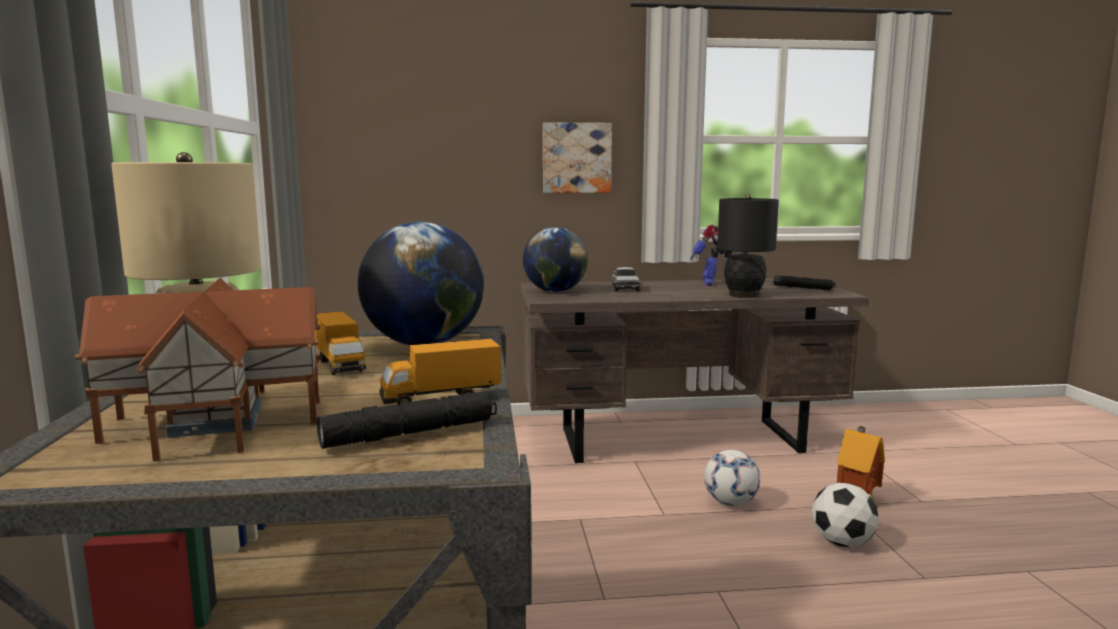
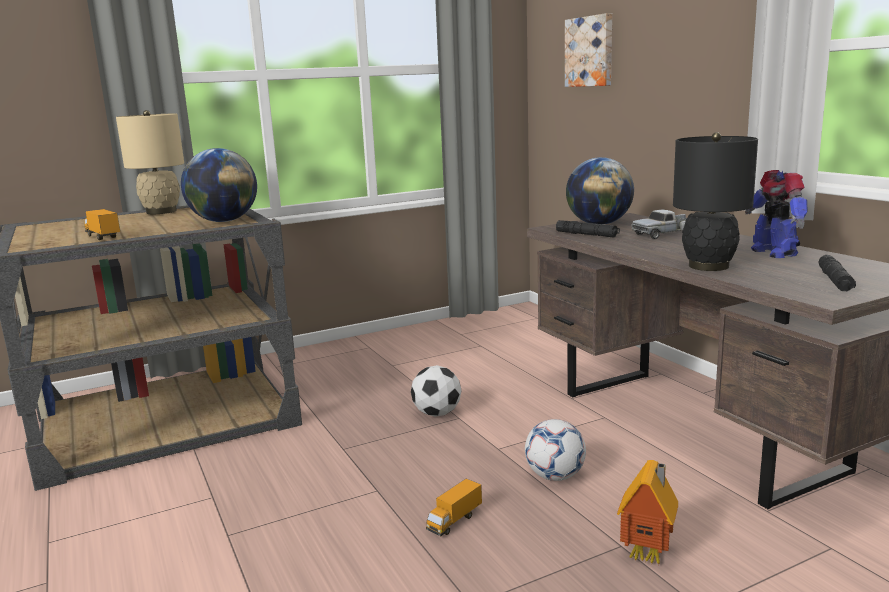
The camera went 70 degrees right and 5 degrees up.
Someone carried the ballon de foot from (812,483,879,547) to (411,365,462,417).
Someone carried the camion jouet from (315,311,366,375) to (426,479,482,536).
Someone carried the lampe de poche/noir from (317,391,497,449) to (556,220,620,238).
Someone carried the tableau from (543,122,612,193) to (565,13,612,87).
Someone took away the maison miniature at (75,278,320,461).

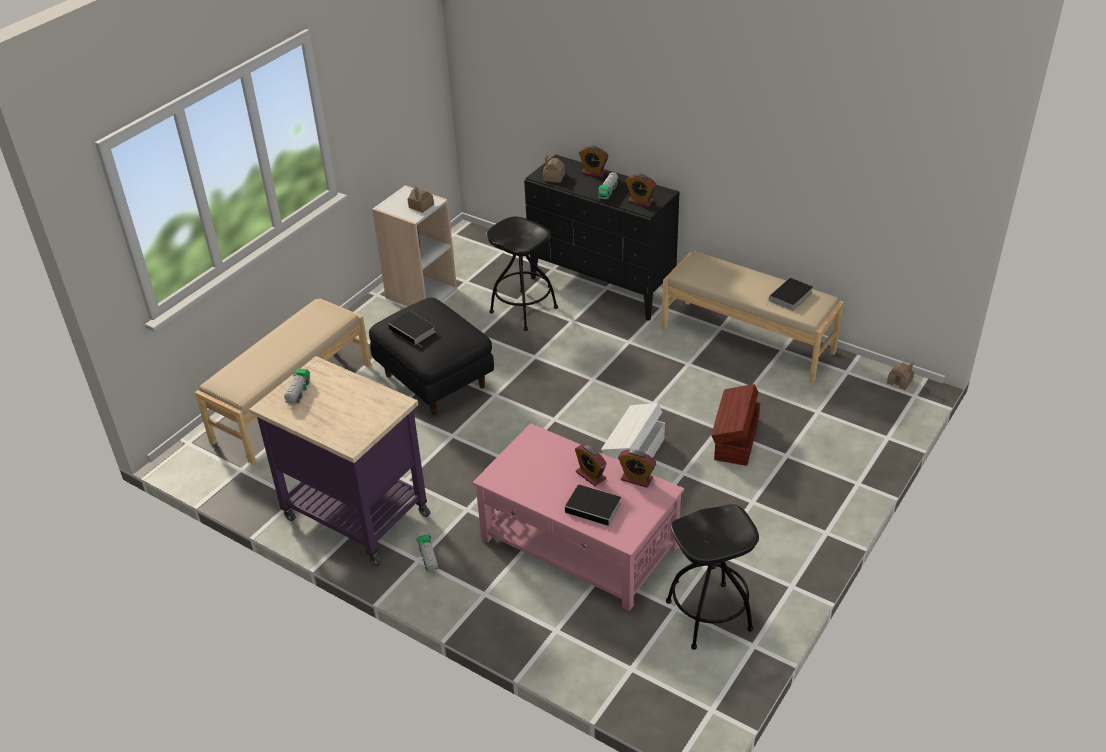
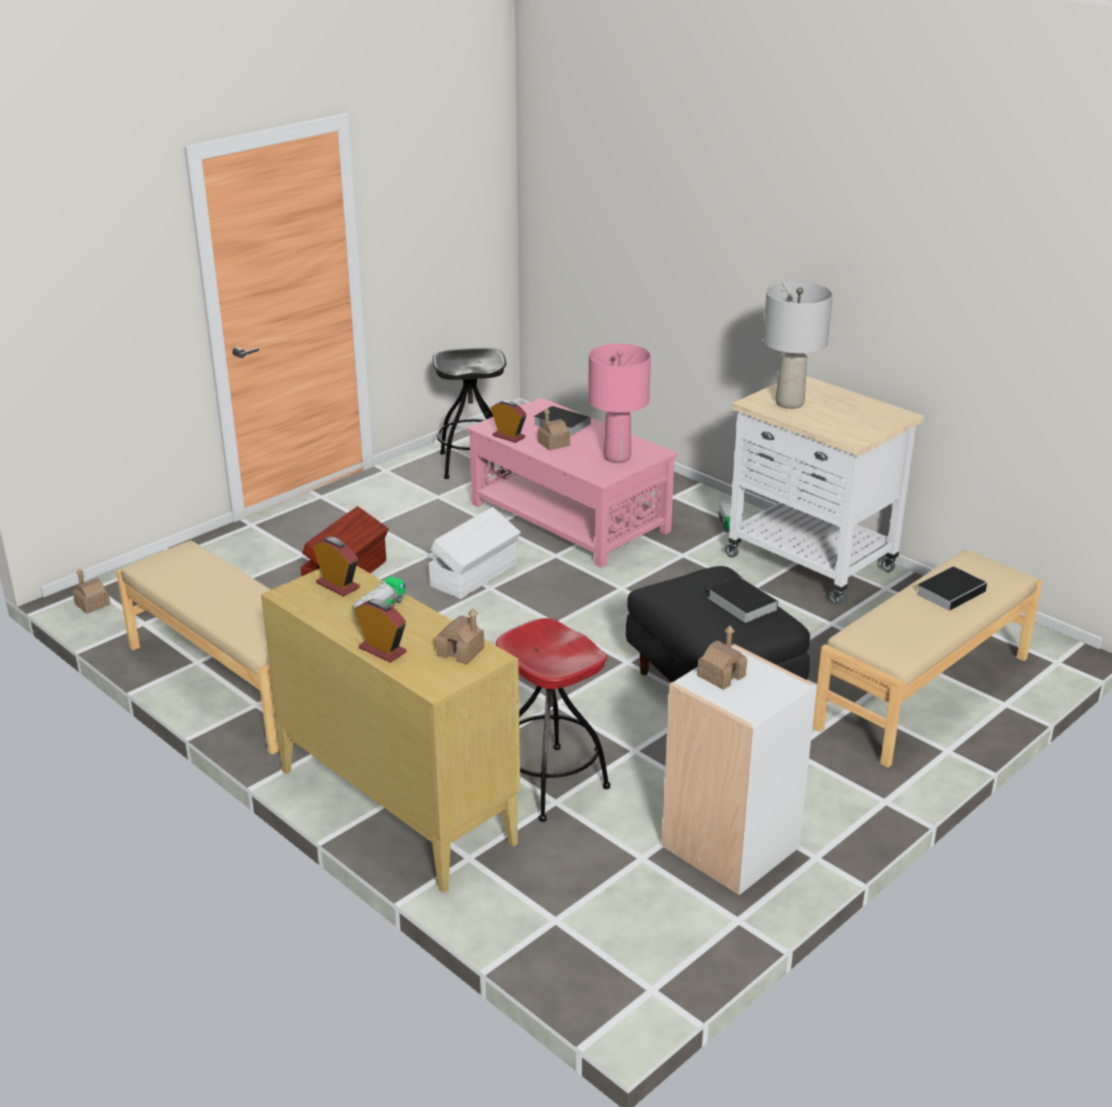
The camera went 170 degrees left and 10 degrees down.
Someone repainted the commode/noir at (524,154,679,321), which became the commode/beige at (261,566,520,893).
Someone repainted the tabouret/noir at (486,216,558,331), which became the tabouret/rouge at (496,618,610,822).
Someone swapped the réveil at (575,444,607,486) for the maison miniature at (538,409,570,451).
Someone put down the lampe de table/rose at (588,344,651,463).
Someone repainted the chariot/violet at (249,356,430,566), which became the chariot/blanc at (725,376,924,605).
Someone put down the lampe de table/gris at (763,282,833,409).
Someone carried the livre from (767,277,813,311) to (916,567,987,611).
Someone took away the camion jouet at (284,369,310,404).

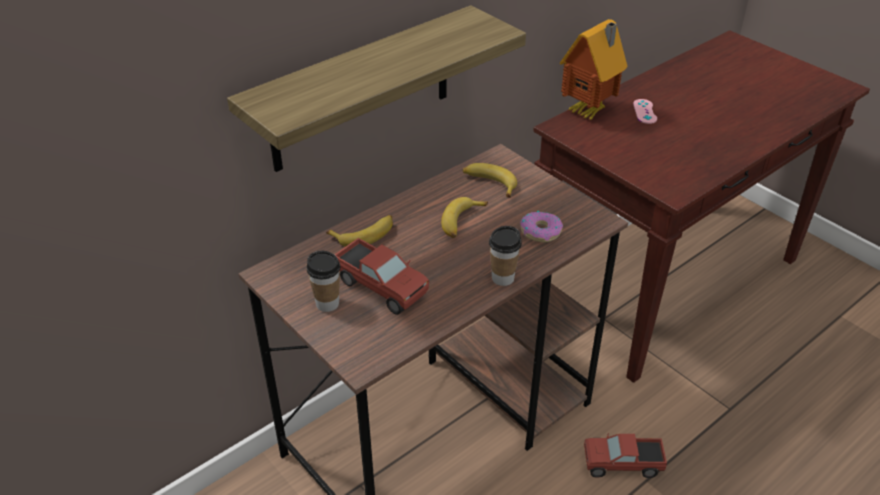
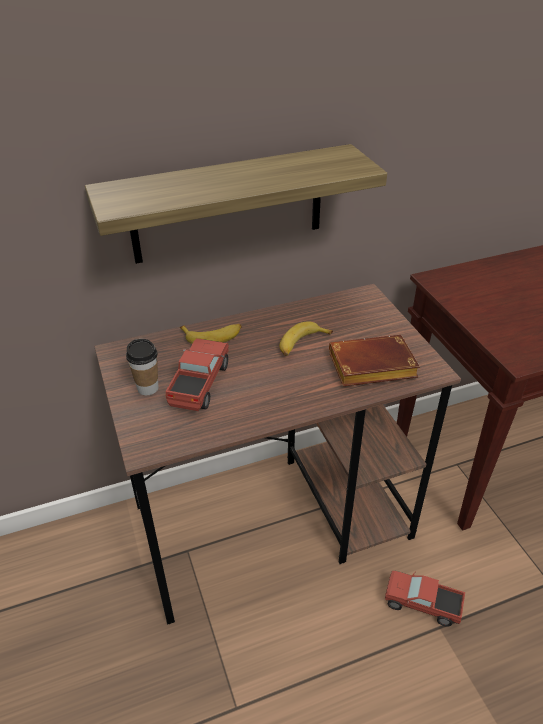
The camera went 20 degrees right and 0 degrees up.
Someone rotated the camion jouet at (335,238,429,315) by 135 degrees counterclockwise.
Someone swapped the beignet at (520,211,563,243) for the livre/marron at (329,335,420,386).
Someone took away the banane at (462,163,517,198).
Someone took away the tasse at (489,226,522,286).
Someone took away the maison miniature at (559,19,628,121).
Someone took away the manette/rose at (633,99,657,124).

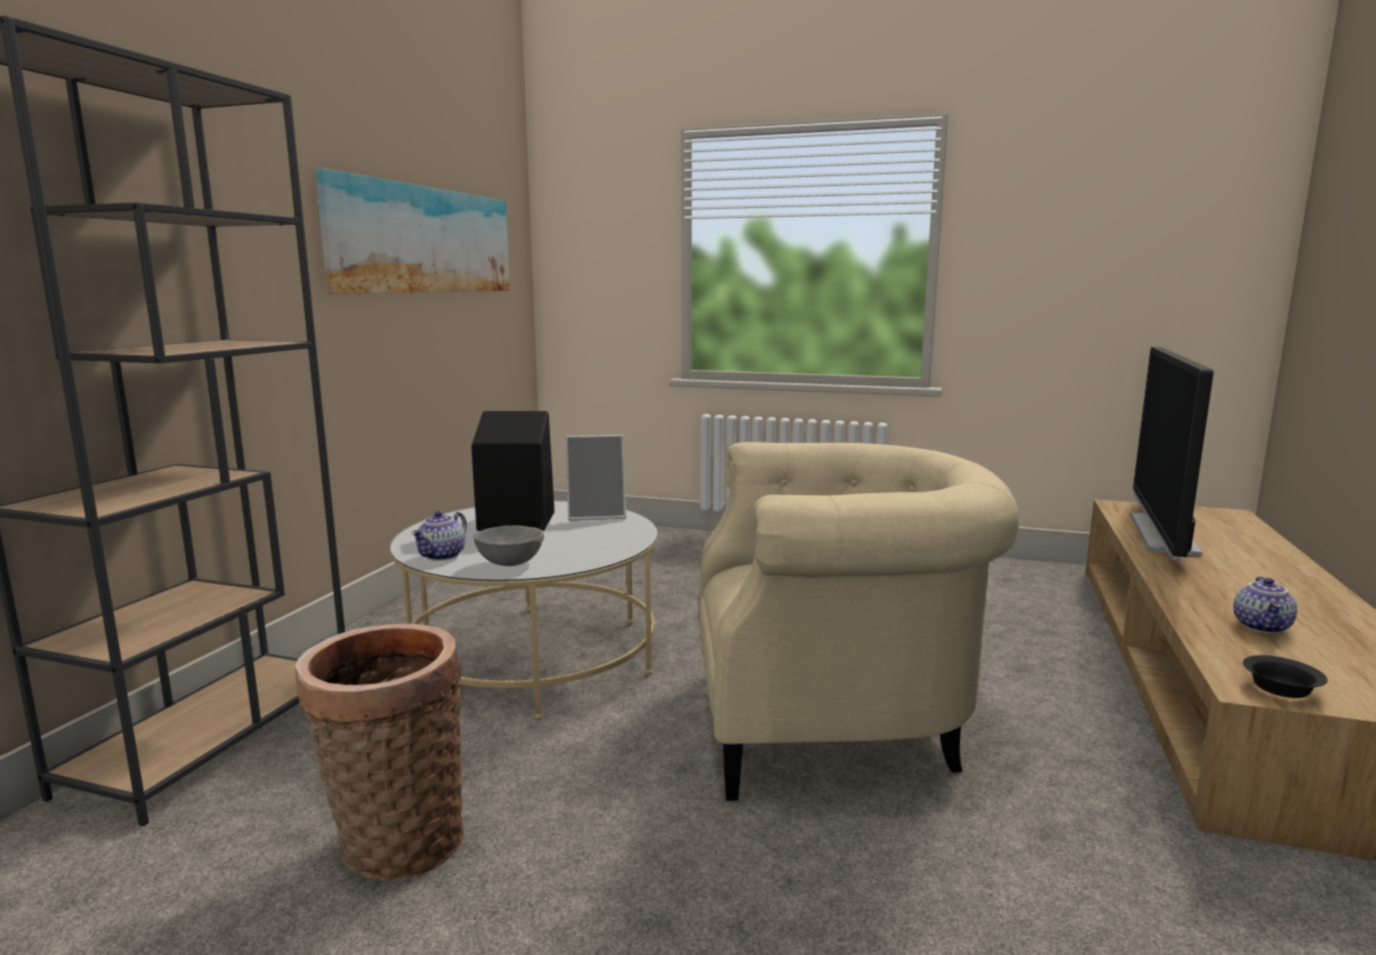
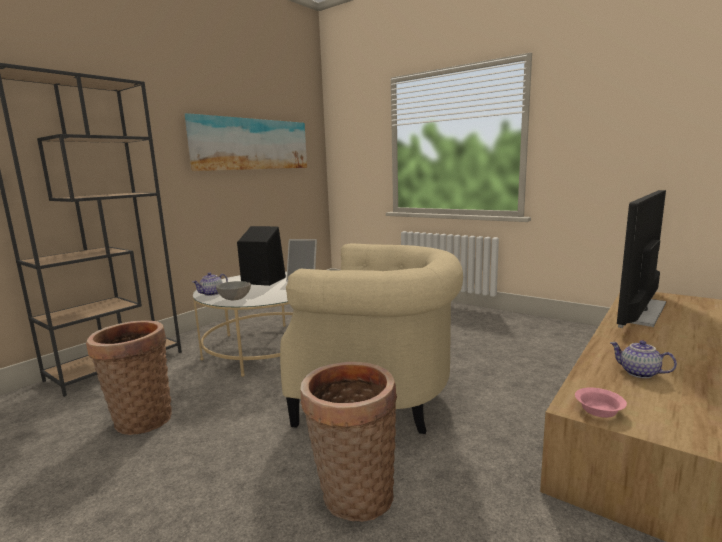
The camera went 20 degrees right and 0 degrees up.
Someone put down the panier at (300,362,397,522).
Someone repainted the bol/noir at (1243,655,1328,698), which became the bol/rose at (575,387,627,418).
Someone rotated the théière at (1233,576,1297,634) by 90 degrees clockwise.

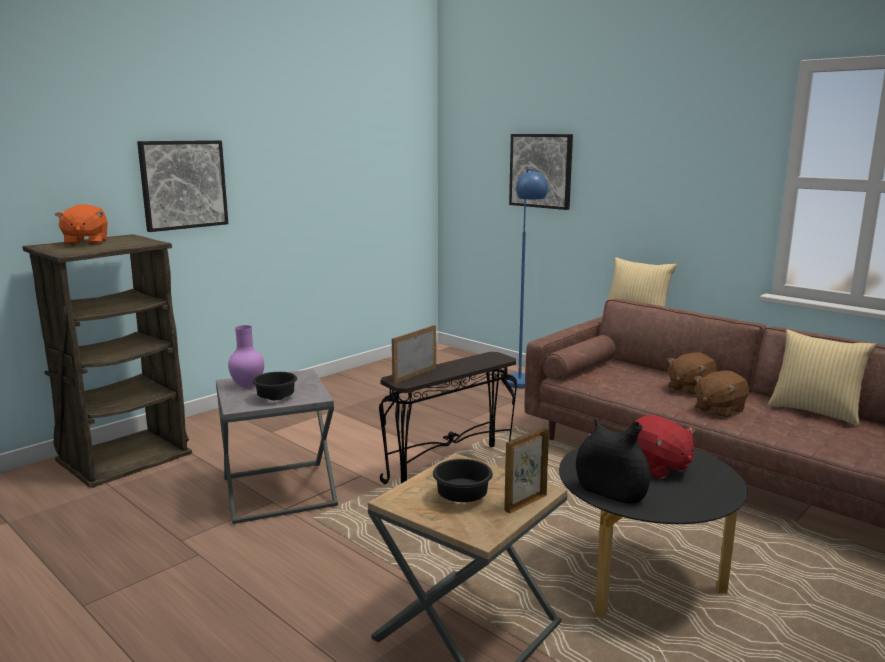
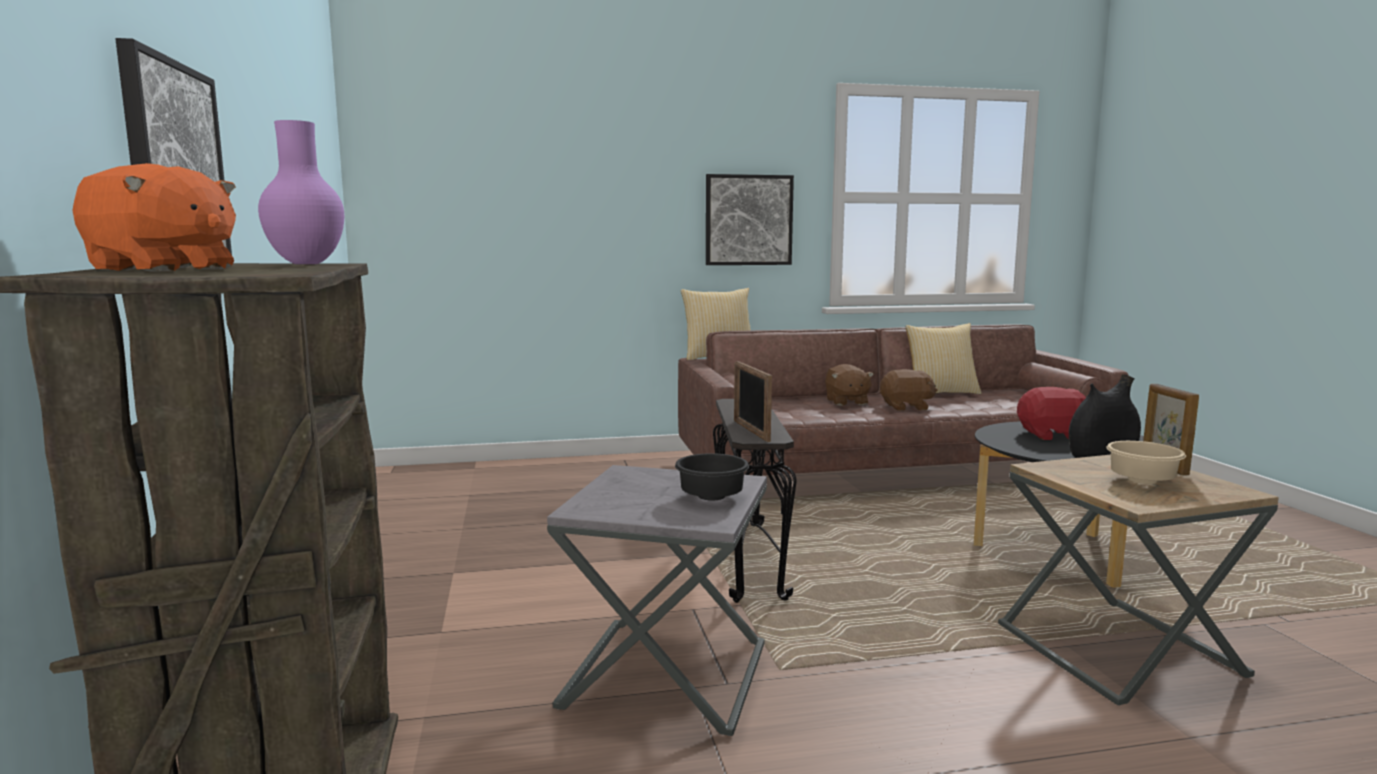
The camera went 55 degrees left and 5 degrees down.
Someone carried the vase/violet from (228,325,264,388) to (258,120,344,264).
Someone carried the tableau from (509,134,573,210) to (706,174,794,265).
Someone rotated the peluche/marron at (694,371,749,418) by 90 degrees counterclockwise.
Someone repainted the bol/noir at (433,459,493,502), which became the bol/beige at (1106,441,1186,484).
Someone took away the lampadaire/bleu at (503,168,548,388).

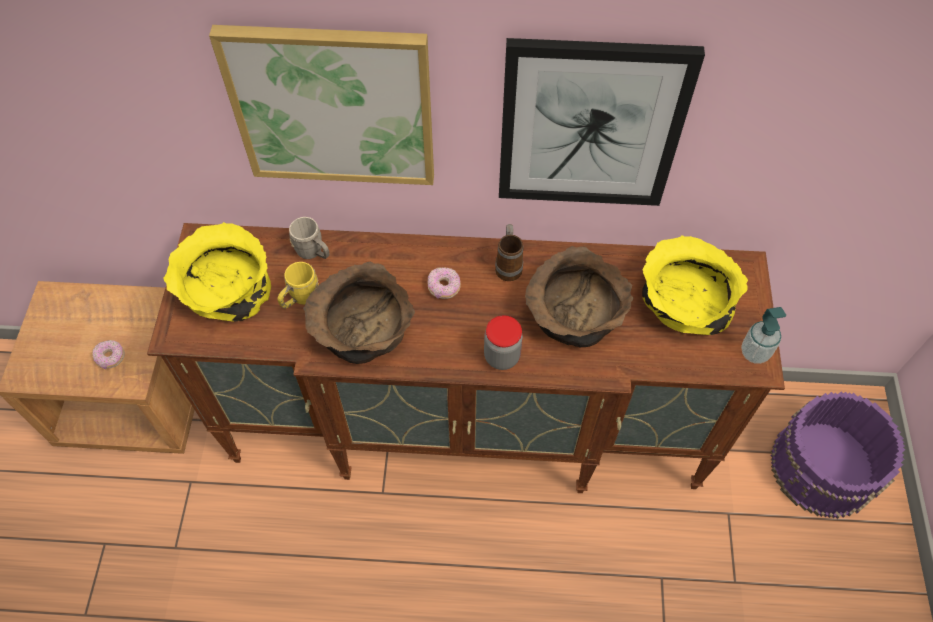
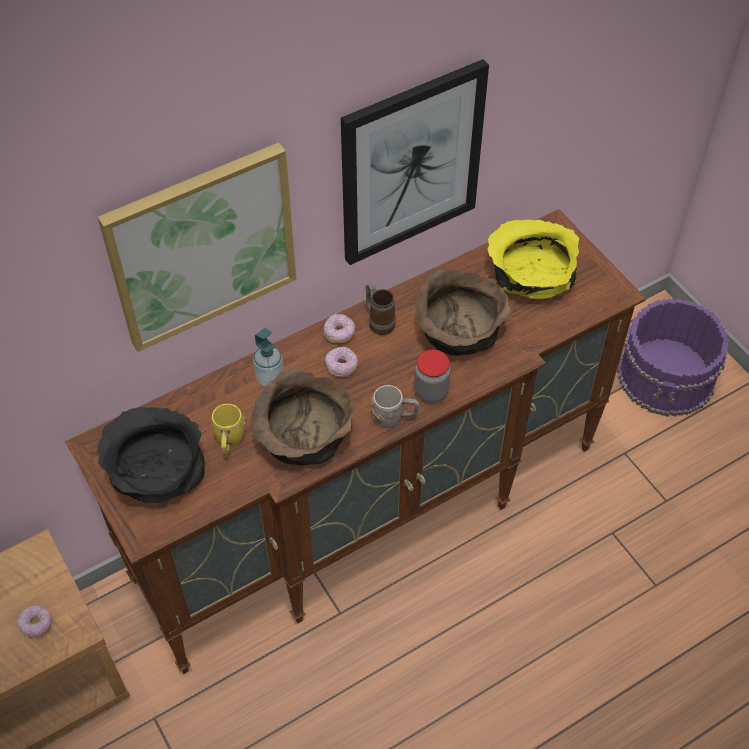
The camera went 35 degrees left and 5 degrees down.
Someone repainted the bol/jaune at (163,222,271,322), which became the bol/noir at (97,407,205,503).
Someone carried the distributeur de savon from (741,307,786,364) to (253,328,284,386).
Someone put down the beignet at (324,314,355,343).
Someone carried the mug/gris from (289,217,330,259) to (371,385,419,428).

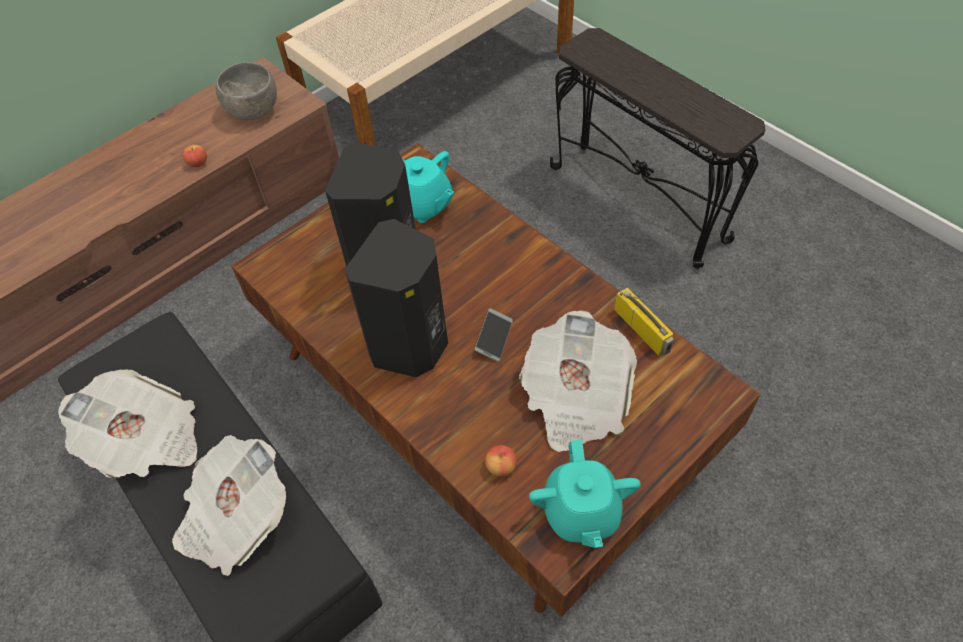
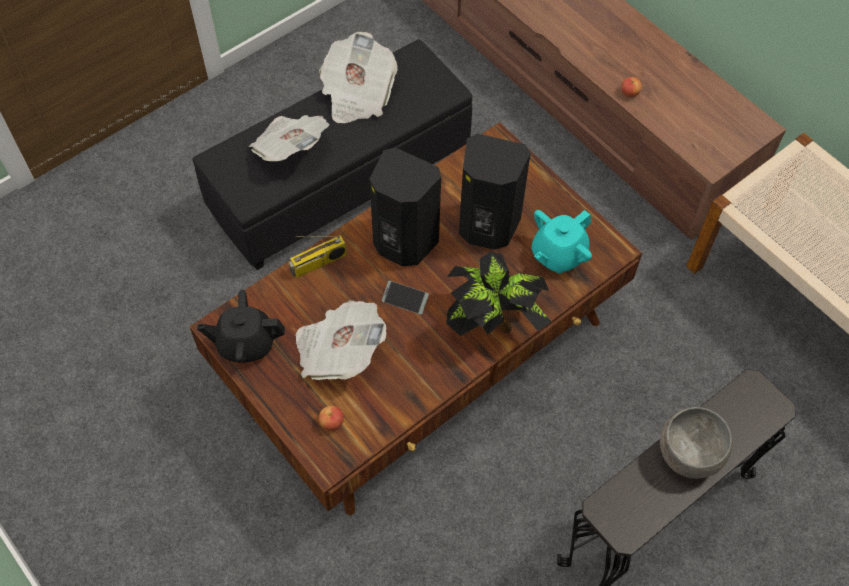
The camera went 90 degrees right and 5 degrees up.
Someone repainted the théière/turquoise at (529,440,641,548), which became the théière/noir at (197,290,285,363).
Someone carried the radio from (614,287,674,356) to (289,235,347,278).
Someone carried the pomme from (485,445,517,477) to (319,406,344,431).
Someone put down the plante en pot at (446,252,552,336).
Someone carried the bol/gris from (216,62,277,120) to (660,407,733,479).

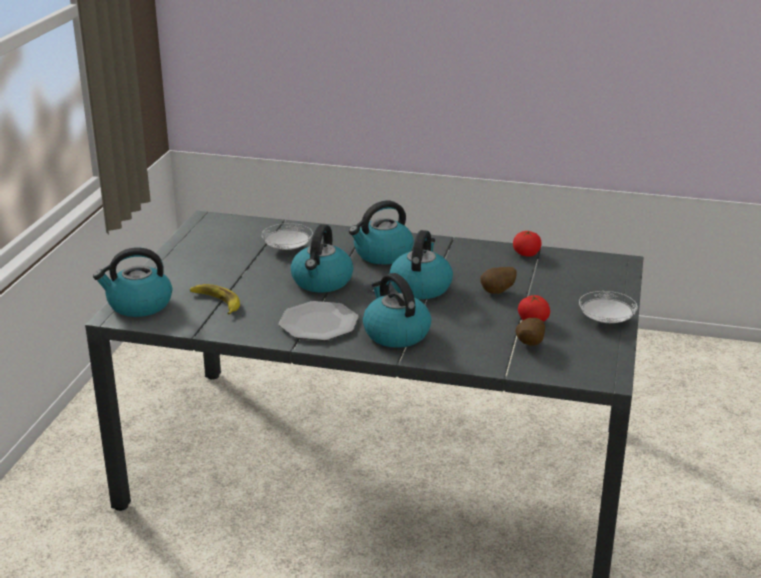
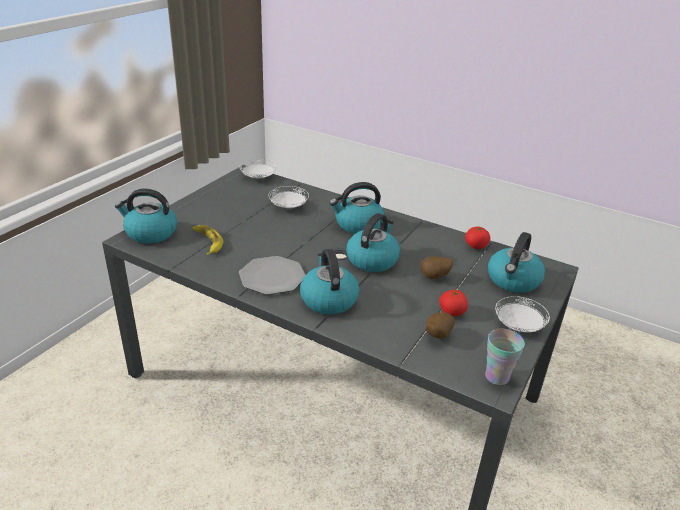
The camera went 15 degrees right and 5 degrees up.
Someone put down the assiette/blanc at (239,159,277,179).
Someone put down the tasse at (485,329,525,385).
Someone carried the bouilloire from (290,224,353,293) to (488,232,545,293).

